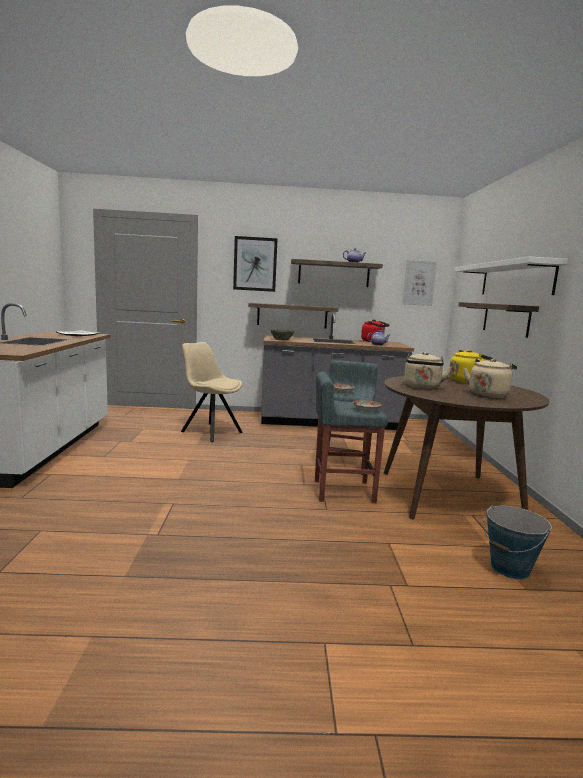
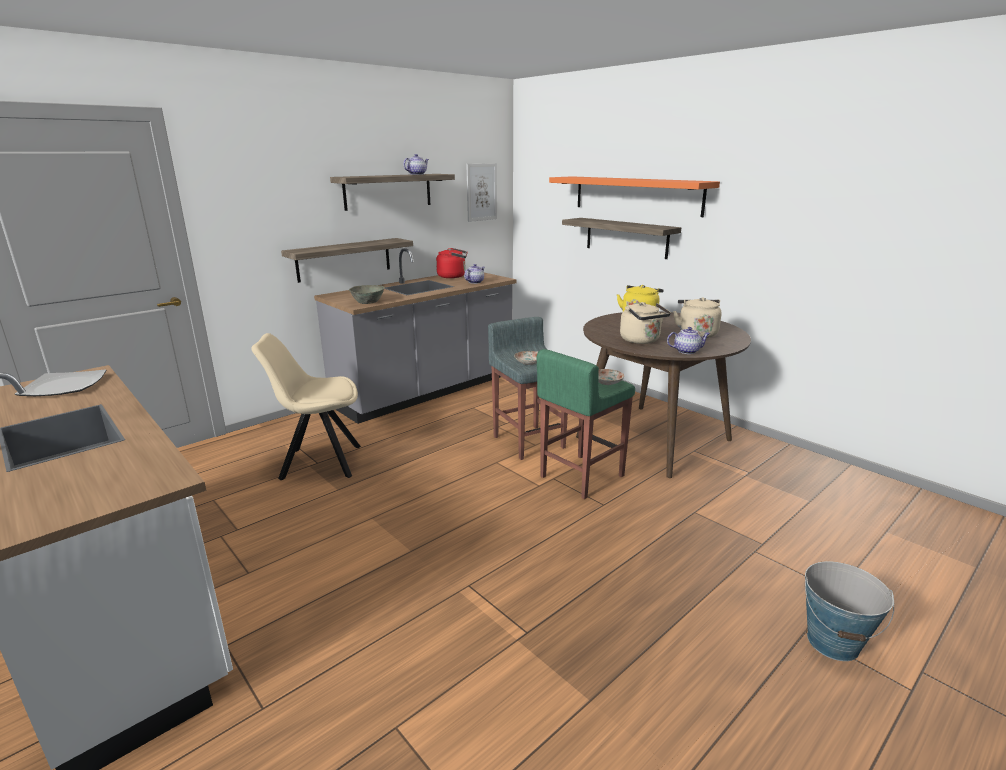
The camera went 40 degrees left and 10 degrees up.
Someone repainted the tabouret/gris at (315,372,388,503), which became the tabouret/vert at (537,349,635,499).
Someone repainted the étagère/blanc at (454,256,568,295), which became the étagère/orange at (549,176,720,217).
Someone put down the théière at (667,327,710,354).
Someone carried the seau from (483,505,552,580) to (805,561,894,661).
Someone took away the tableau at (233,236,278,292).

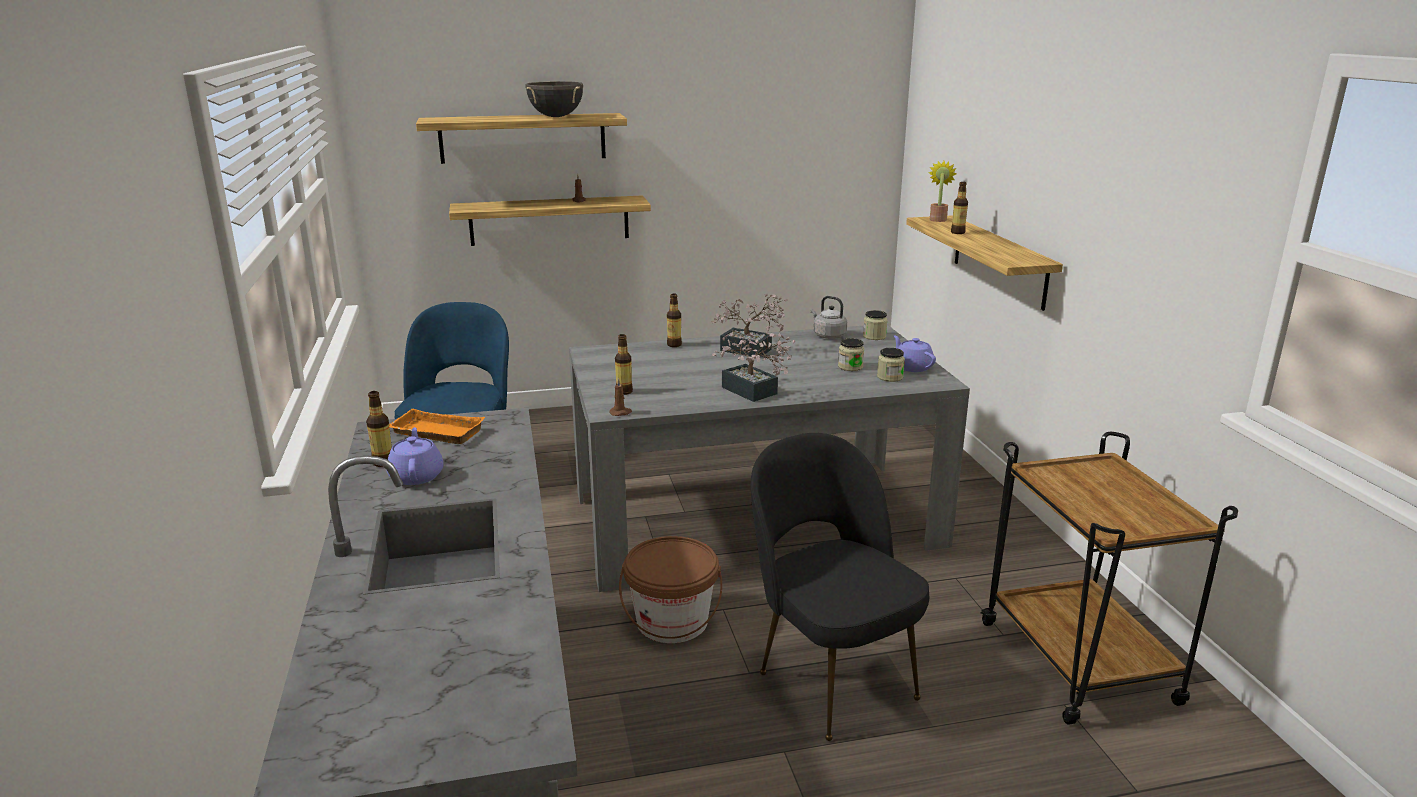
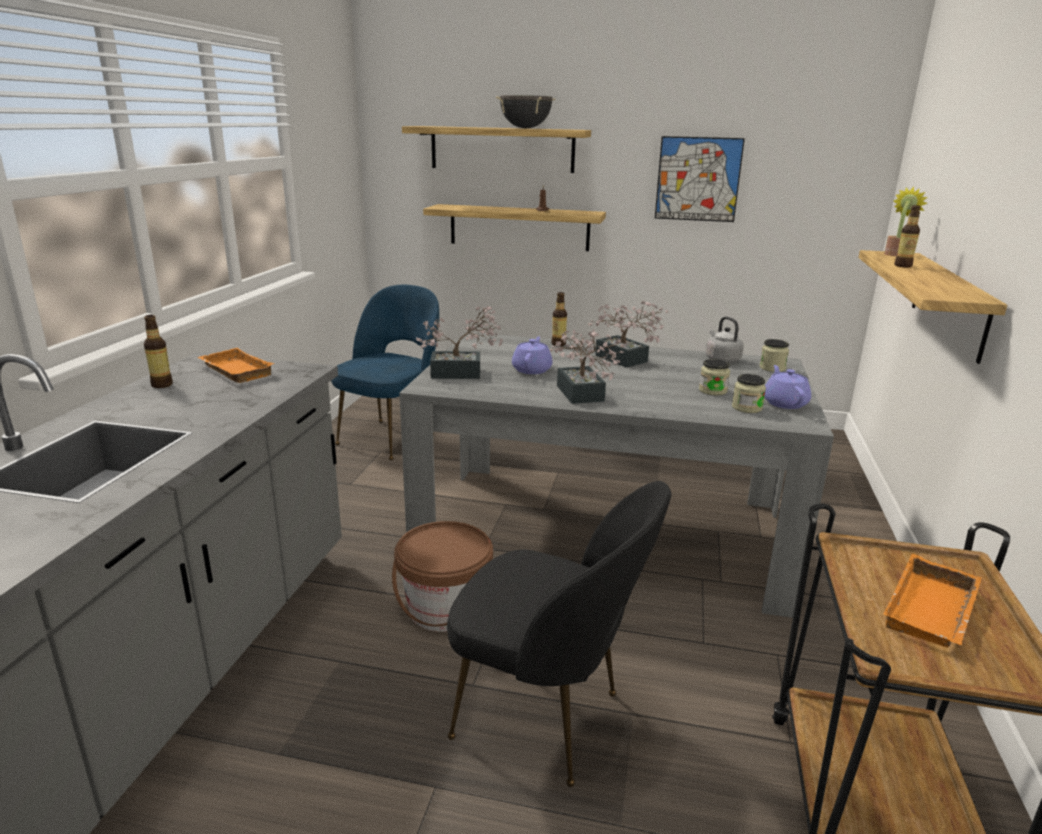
The camera went 25 degrees right and 0 degrees up.
Someone swapped the bouteille at (615,334,633,395) for the plante en pot at (416,307,503,379).
Someone rotated the chaise/noir at (751,433,929,741) by 120 degrees clockwise.
Someone carried the théière/violet from (386,427,444,485) to (512,337,553,374).
Someone put up the tableau at (655,136,745,222).
Someone put down the plateau/orange at (883,554,981,648).
Someone took away the bougie/marron at (609,378,632,416).

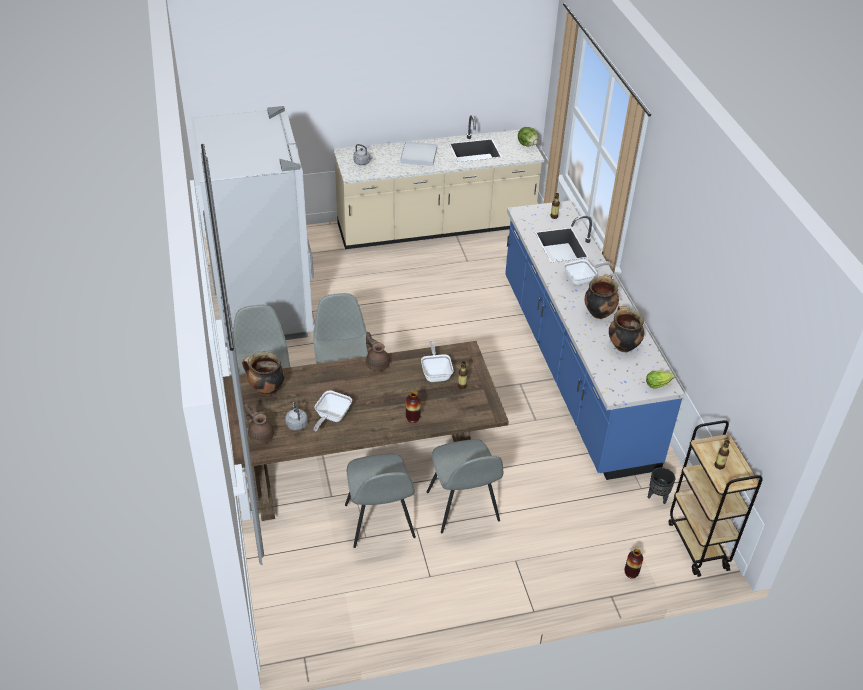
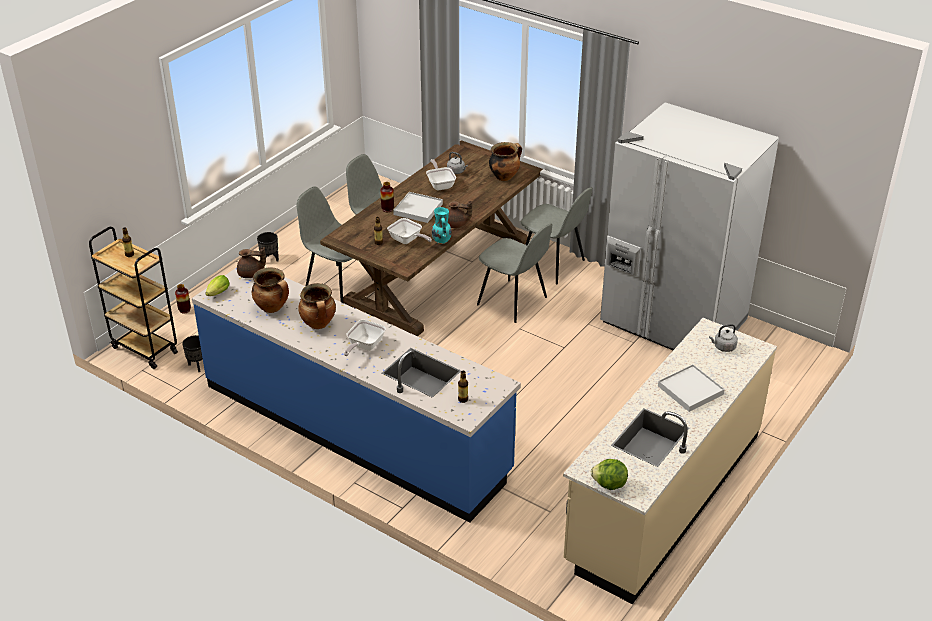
The camera went 140 degrees right and 5 degrees down.
Someone carried the théière/marron from (245,403,274,444) to (237,247,266,278).
Someone put down the cache-pot/noir at (257,232,279,262).
Someone put down the plateau/blanc at (393,192,443,223).
Someone put down the vase/turquoise at (432,207,452,244).

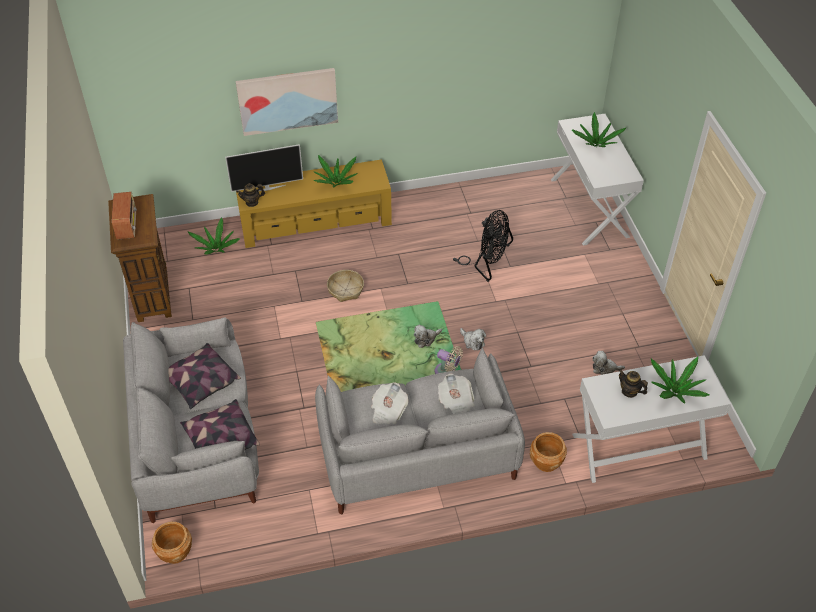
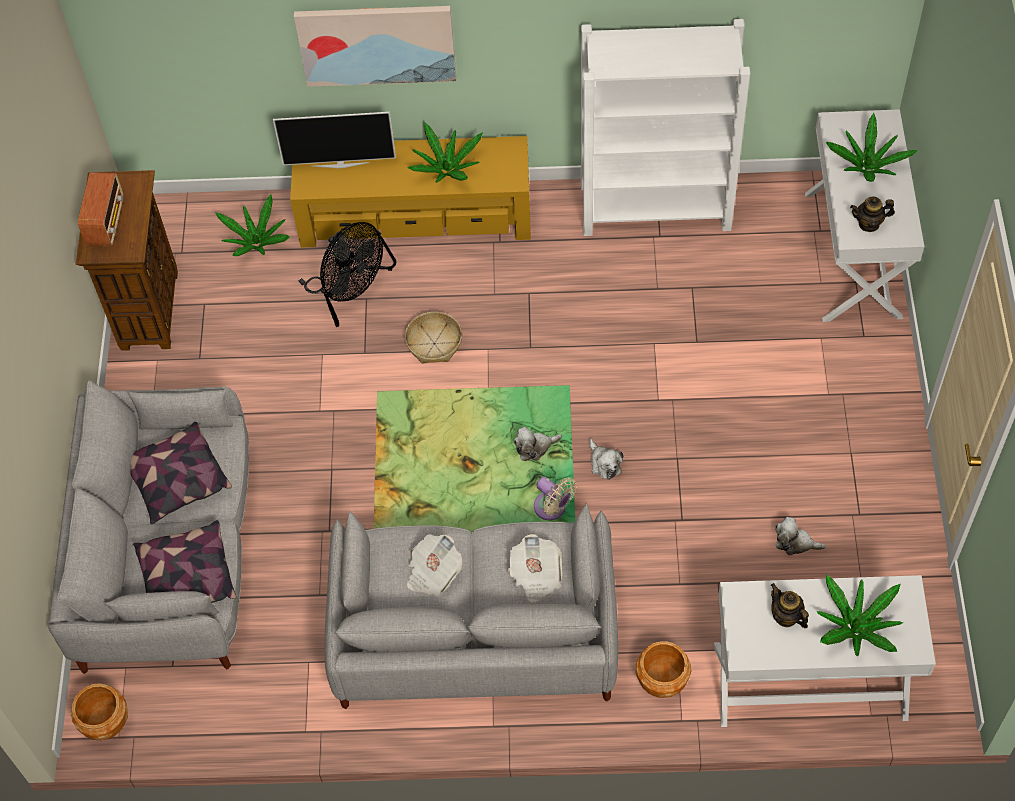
The camera went 15 degrees right and 10 degrees up.
Someone carried the ventilateur/noir from (453,210,513,282) to (298,222,396,327).
Someone put down the bibliothèque/blanc at (581,19,750,236).
Someone carried the théière from (236,183,265,207) to (850,196,895,232).

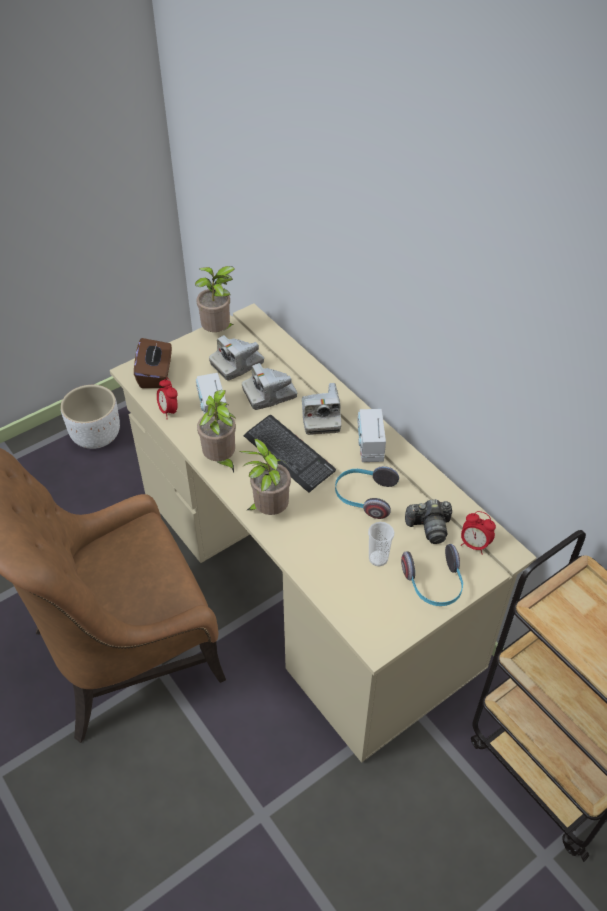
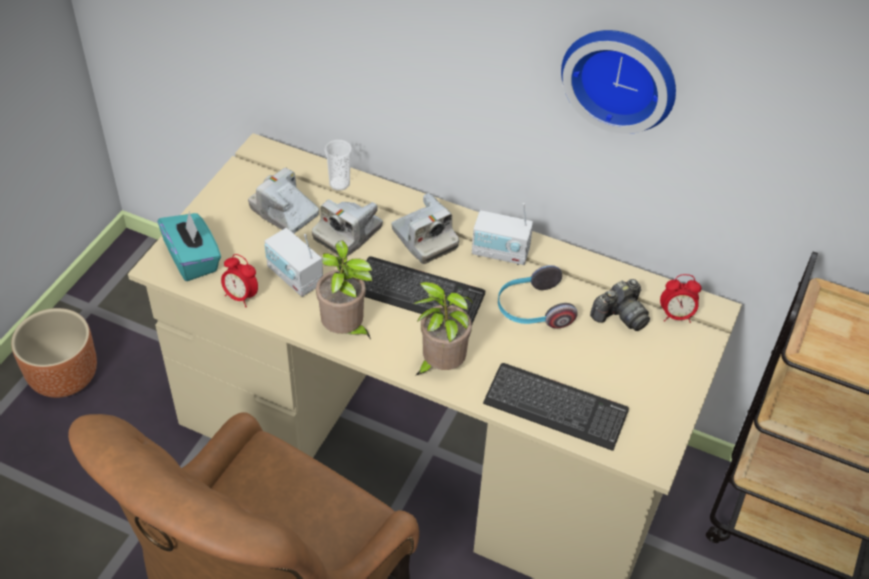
The camera went 30 degrees left and 0 degrees up.
Someone repainted the cache-pot/blanc at (61,385,120,449), which became the cache-pot/marron at (11,308,97,398).
Someone repainted the boîte à mouchoirs/marron at (134,338,172,388), which became the boîte à mouchoirs/turquoise at (158,211,221,281).
Someone rotated the appareil photo at (209,335,264,380) by 105 degrees clockwise.
Someone carried the tasse from (368,522,395,566) to (324,140,352,191).
Someone rotated the radio at (357,409,386,462) by 45 degrees counterclockwise.
Someone put down the clavier at (483,363,629,451).
Someone put up the horloge murale at (561,30,676,134).
Someone took away the plante en pot at (195,266,235,332).
Someone took away the casque audio at (401,544,463,606).

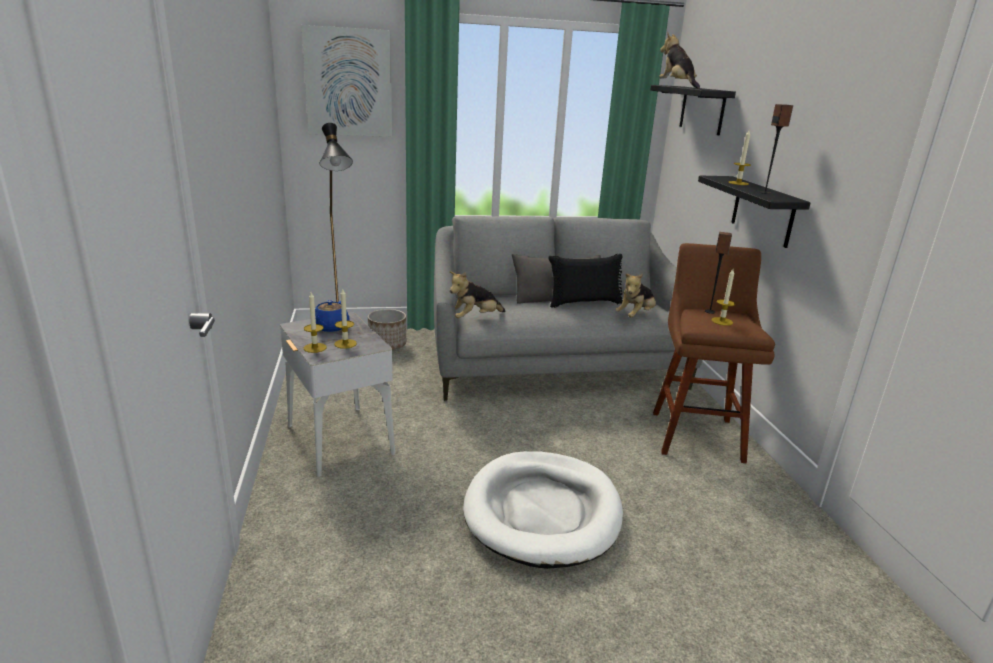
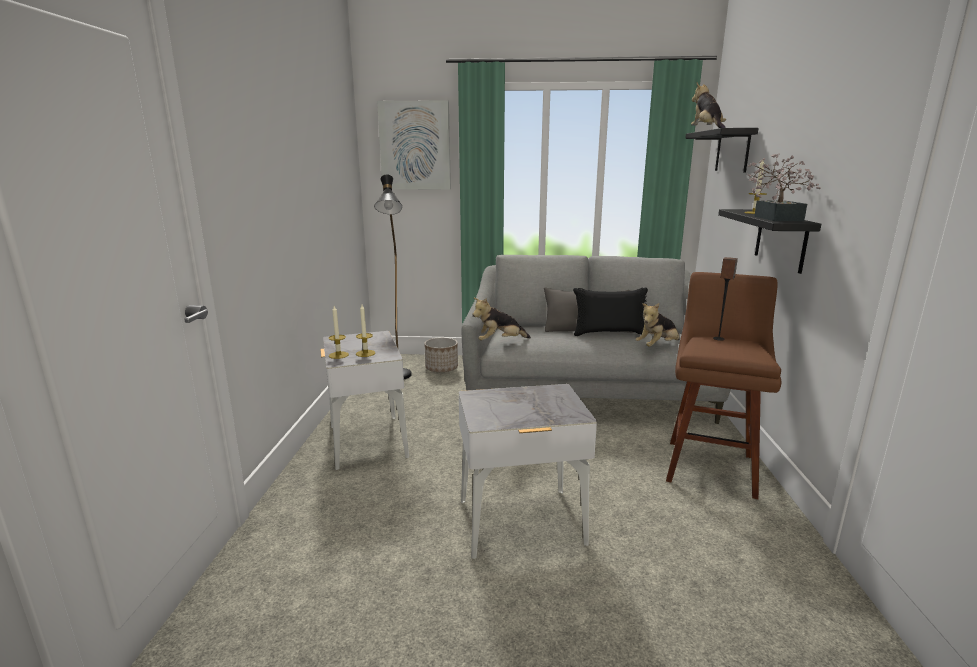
The camera went 15 degrees right and 5 degrees down.
Someone swapped the panier pour chien/blanc at (463,451,623,569) for the table d'appoint at (459,384,597,559).
Someone swapped the enceinte at (759,104,793,194) for the plante en pot at (747,153,821,221).
Someone took away the théière/bleu at (315,300,350,332).
Someone took away the bougie at (711,269,735,326).

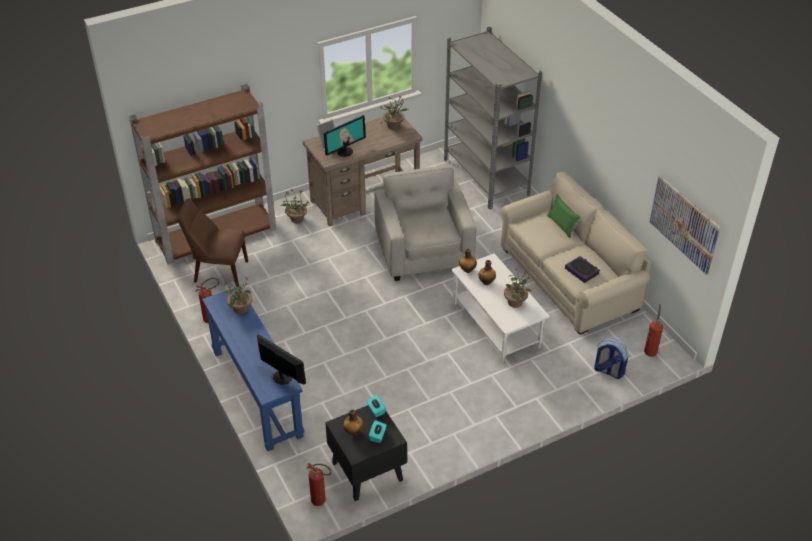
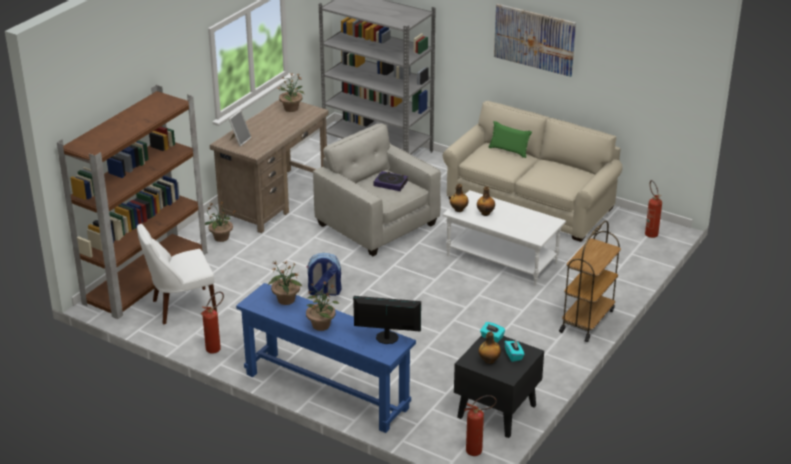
The camera went 30 degrees left and 10 degrees down.
Someone repainted the chaise/marron at (178,198,248,287), which became the chaise/blanc at (137,224,217,324).
Someone carried the plante en pot from (504,268,532,308) to (306,282,340,331).
Someone carried the sac à dos from (594,338,628,379) to (307,253,342,296).
Someone carried the livre from (565,256,600,283) to (373,171,408,191).
Someone carried the tableau from (649,175,721,275) to (494,4,576,77).
Someone put down the chariot/marron at (559,220,621,342).
Someone took away the écran d'ordinateur at (324,115,366,157).

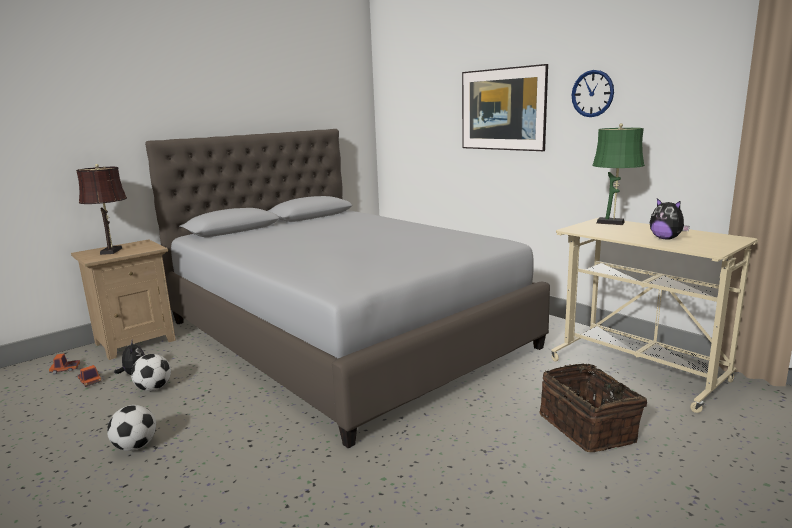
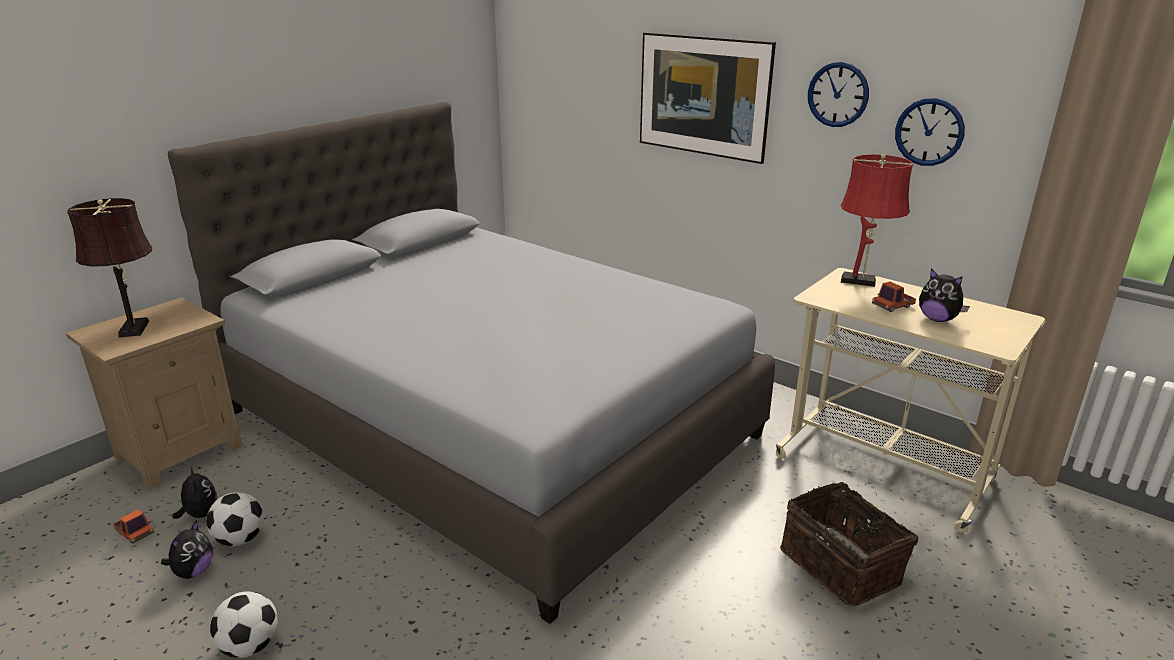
The camera went 10 degrees left and 10 degrees up.
Someone put down the peluche at (161,520,213,579).
Someone repainted the lampe de table/vert at (592,123,645,225), which became the lampe de table/rouge at (841,154,913,287).
Someone carried the camion jouet from (49,353,80,374) to (872,282,916,312).
Someone put up the horloge murale at (895,98,965,166).

